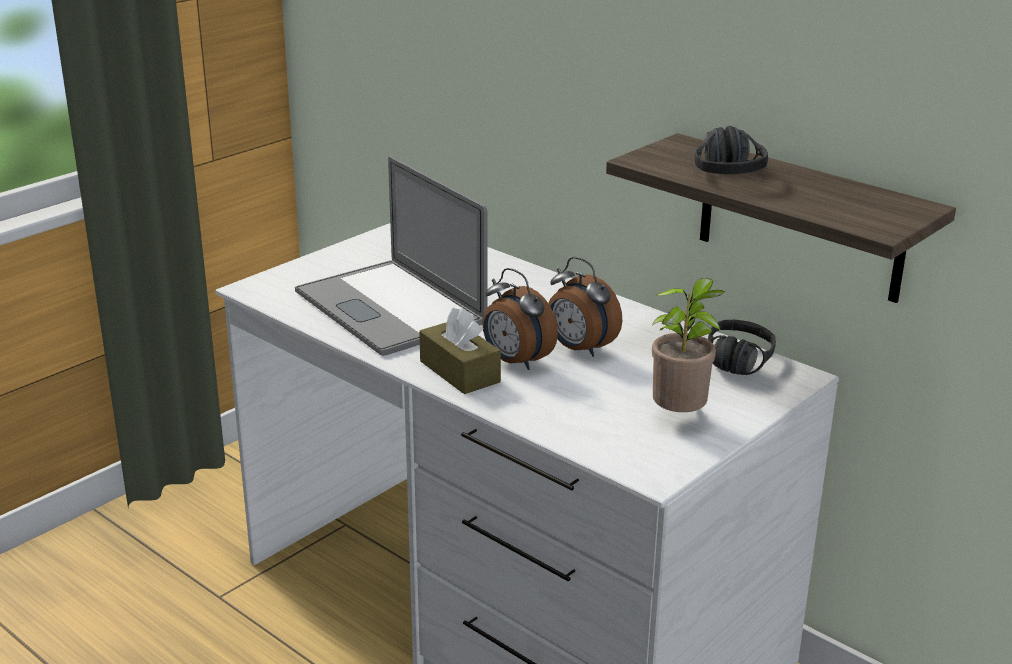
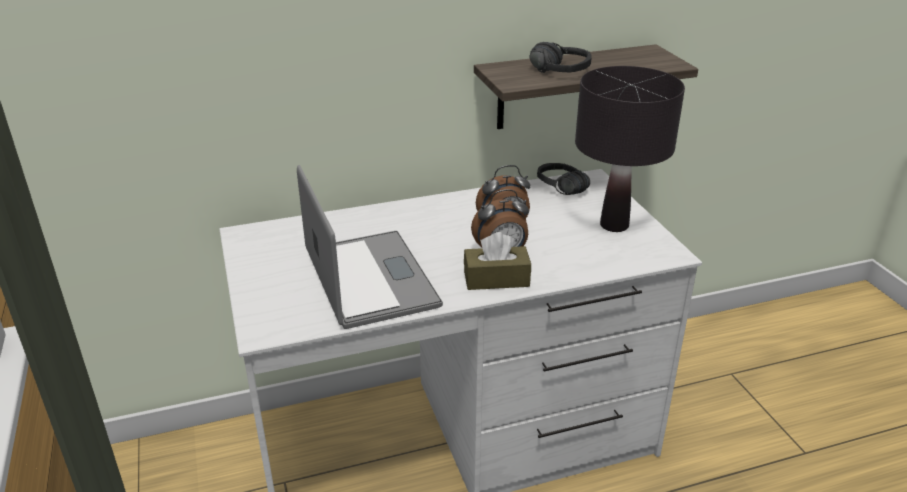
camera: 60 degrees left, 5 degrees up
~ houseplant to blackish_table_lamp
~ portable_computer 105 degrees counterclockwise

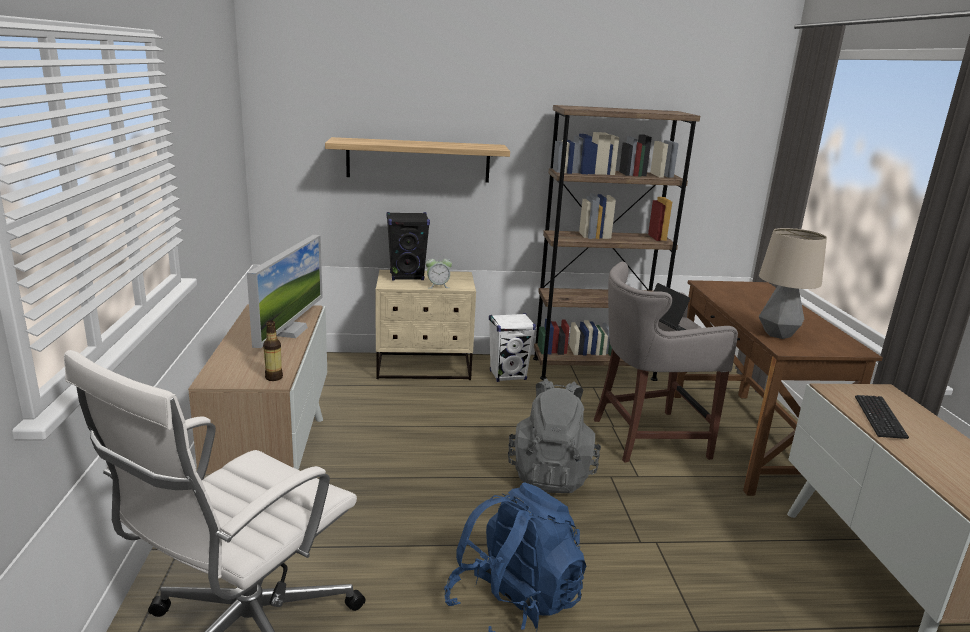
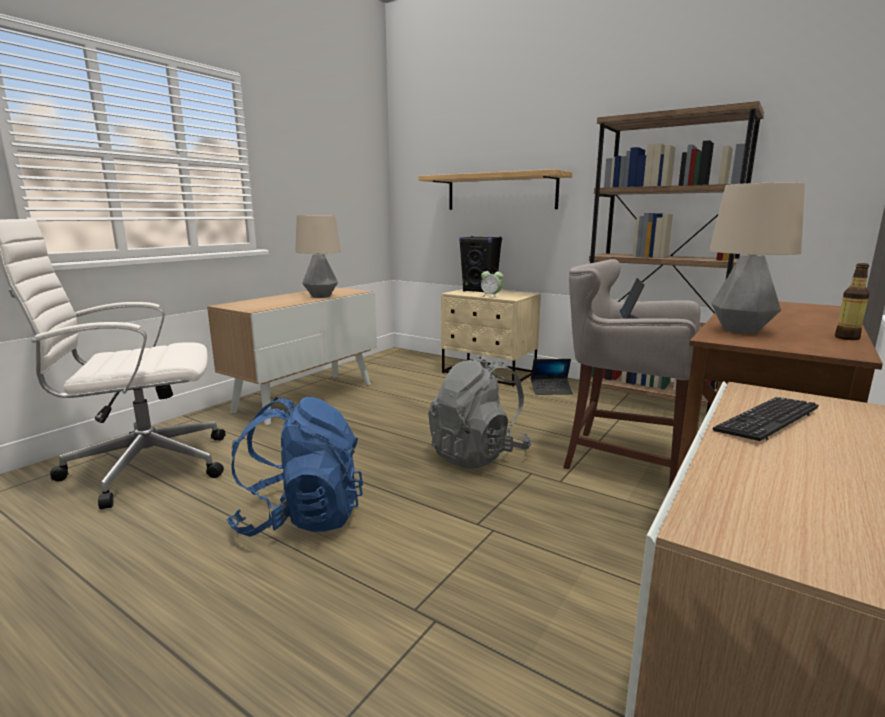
camera: 40 degrees right, 5 degrees down
~ beverage_bottle
~ computer_display to table_lamp (1st from left)
~ whitish_audio_speaker to portable_computer (1st from left)

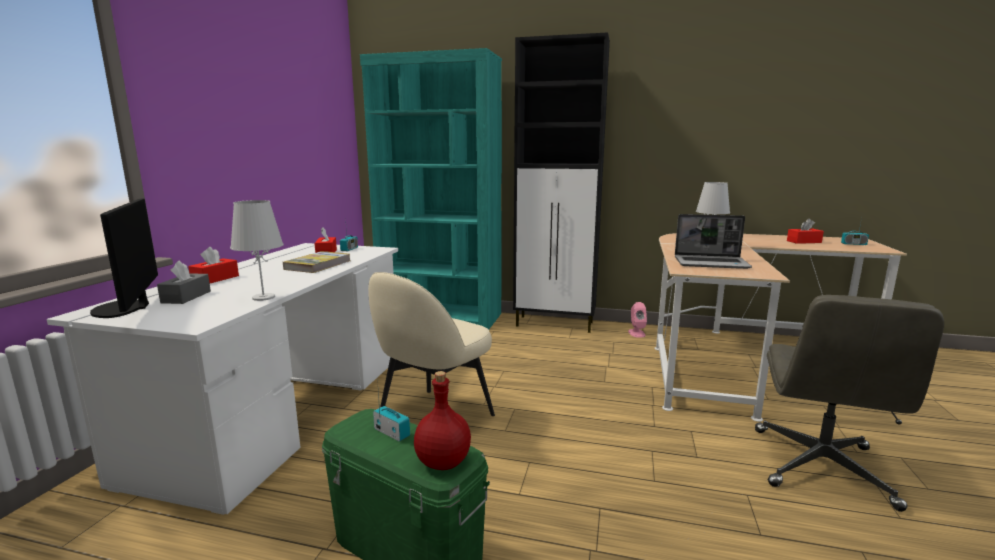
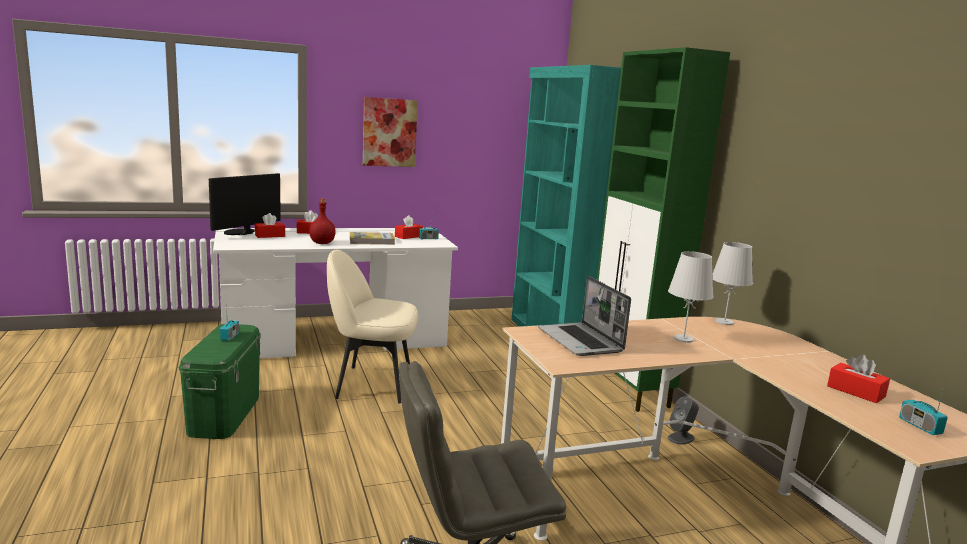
camera: 55 degrees right, 0 degrees up
+ wall_art
~ whitish_table_lamp (1st from left in the first image) to whitish_table_lamp (2nd from left)
~ reddish_beverage_bottle
~ grey_box_of_tissues to reddish_box_of_tissues (1st from left)
~ blackish_cabinet to green-coloured_cabinet
~ pink-coloured_audio_speaker to grey_audio_speaker

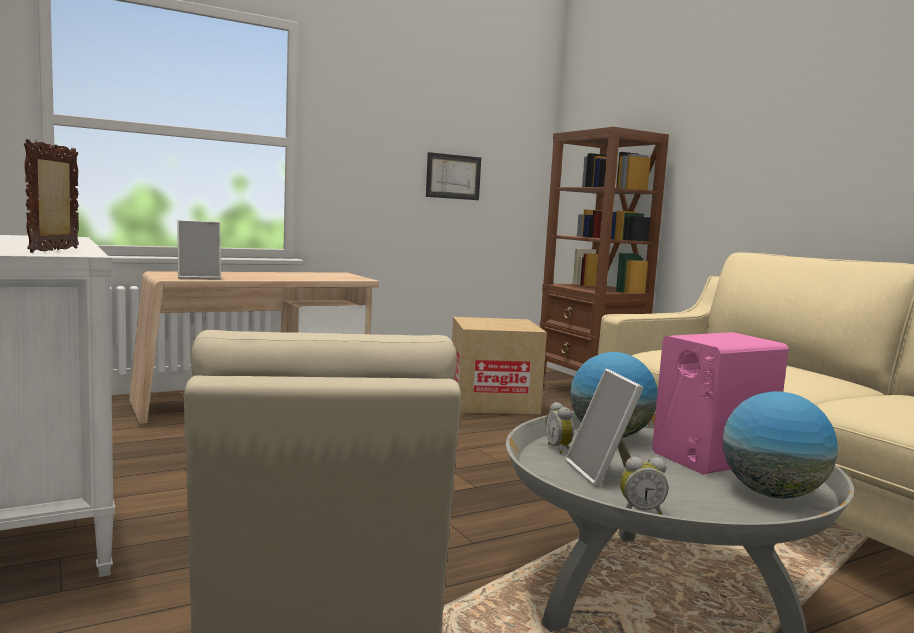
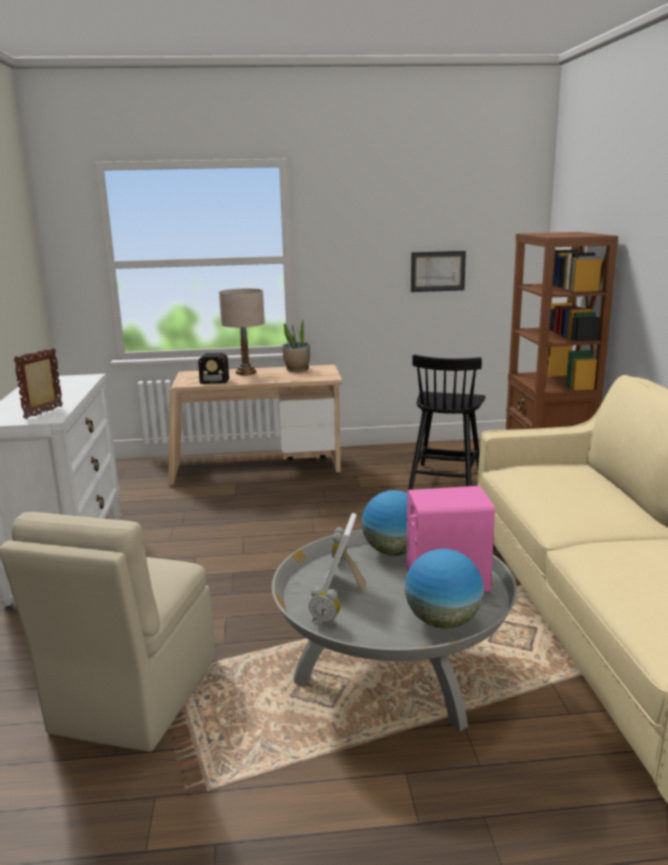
camera: 25 degrees right, 10 degrees up
+ beige_table_lamp
+ houseplant
~ photo_frame (2nd from left) to radio_receiver
~ carton to blackish_plain_chair

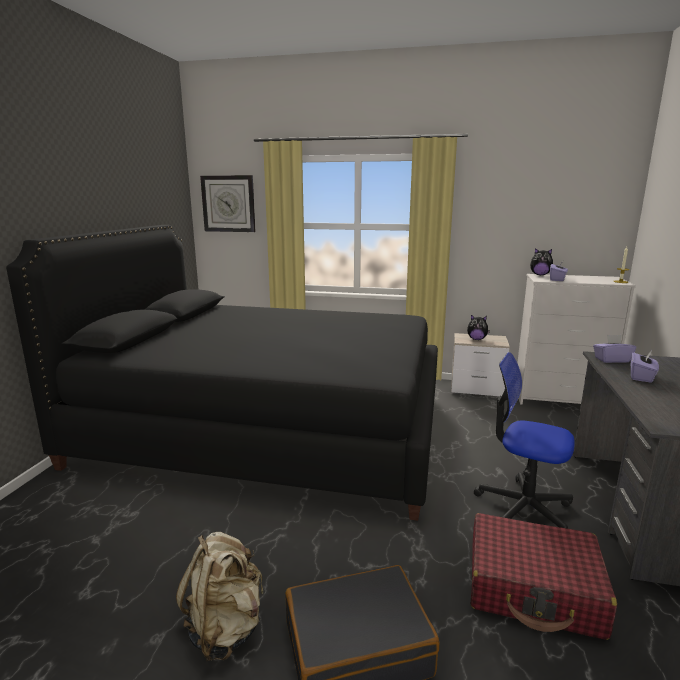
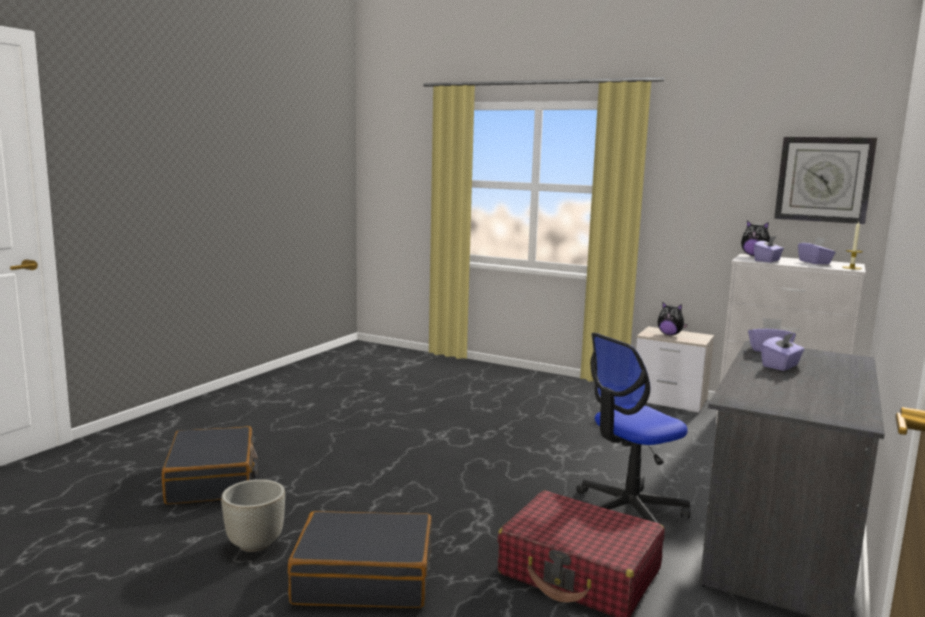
camera: 15 degrees right, 5 degrees down
- blackish_bed
+ blackish_piece_of_luggage (1st from left)
+ purple_box_of_tissues (4th from left)
~ hanging_clock
~ beige_backpack to grey_flower_pot
~ office_chair 75 degrees counterclockwise

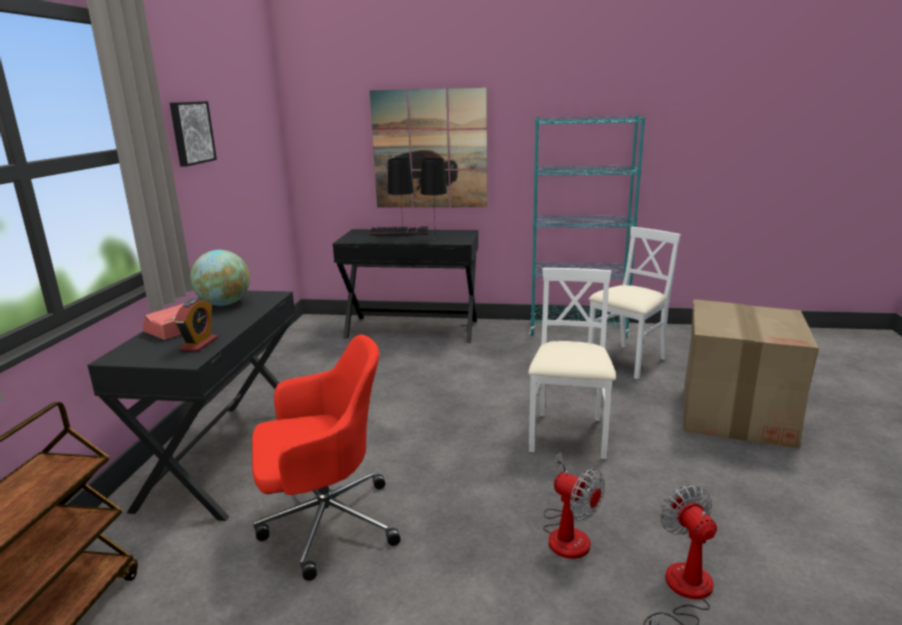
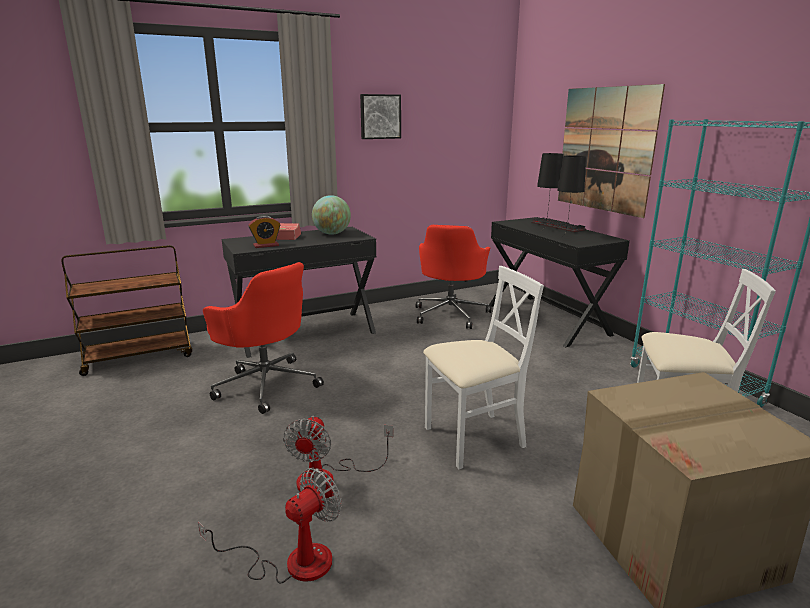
camera: 55 degrees right, 0 degrees up
+ reddish_office_chair (2nd from left)

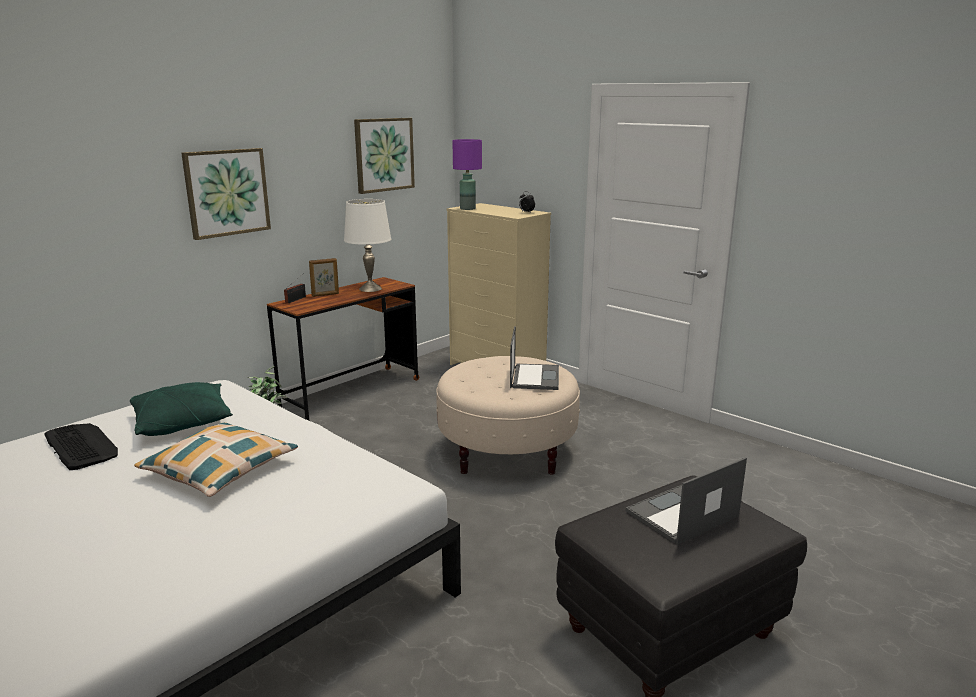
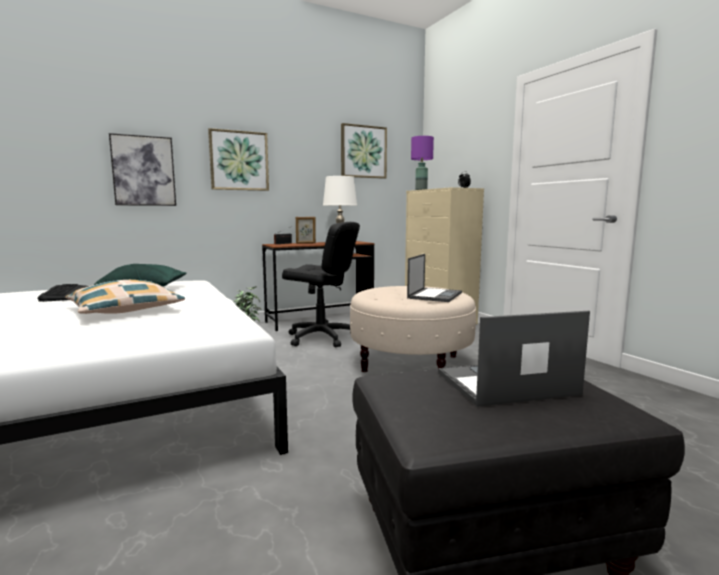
camera: 20 degrees right, 10 degrees down
+ wall_art (1st from left)
+ blackish_office_chair

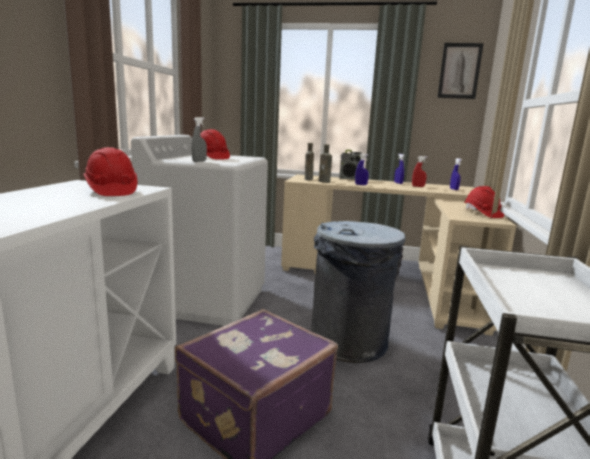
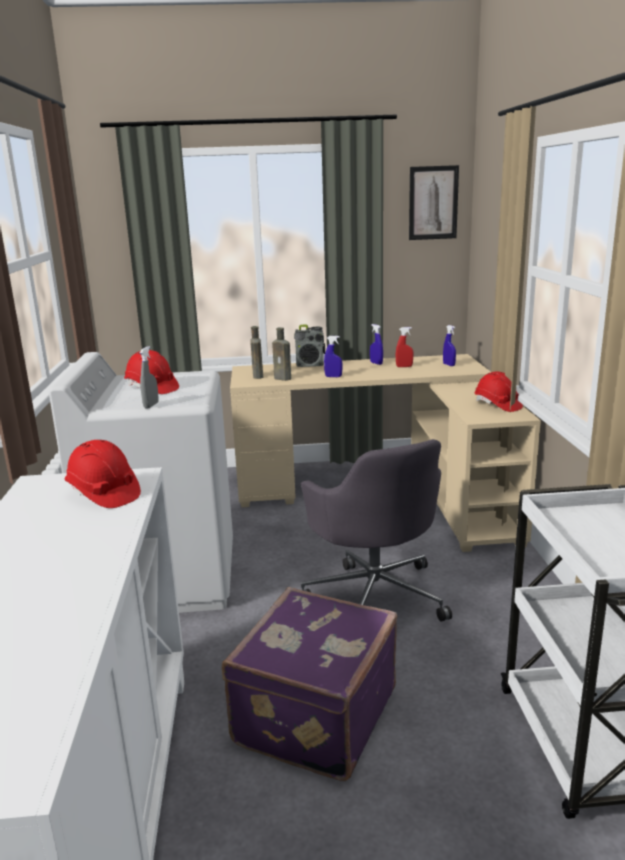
camera: 15 degrees left, 5 degrees up
~ grey_rubbish_bin to grey_office_chair

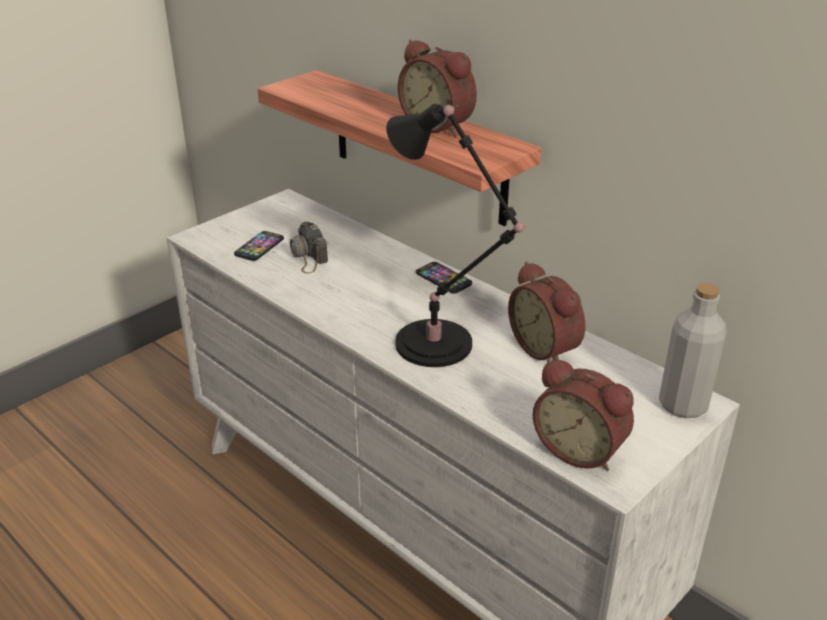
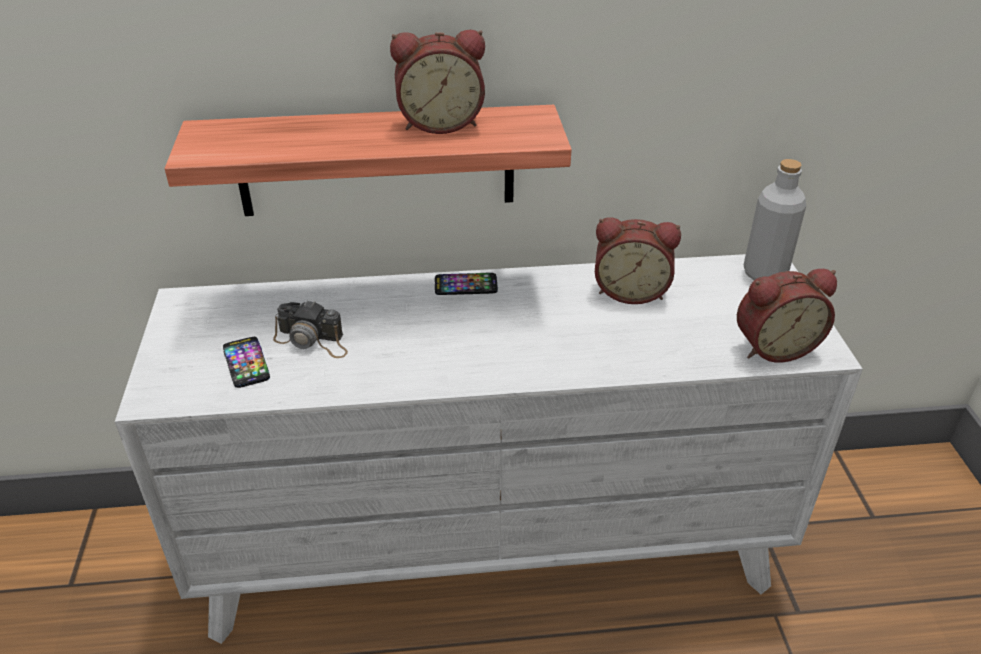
camera: 50 degrees left, 5 degrees up
- blackish_table_lamp

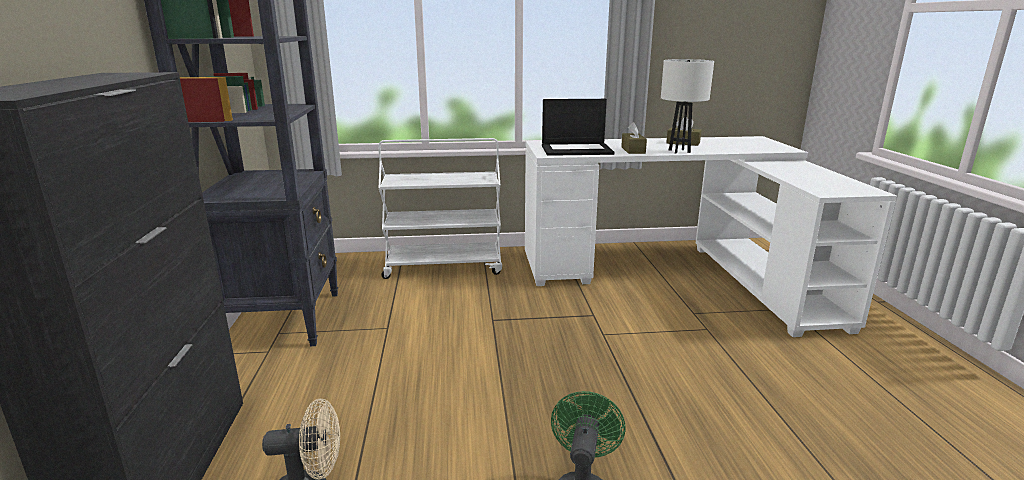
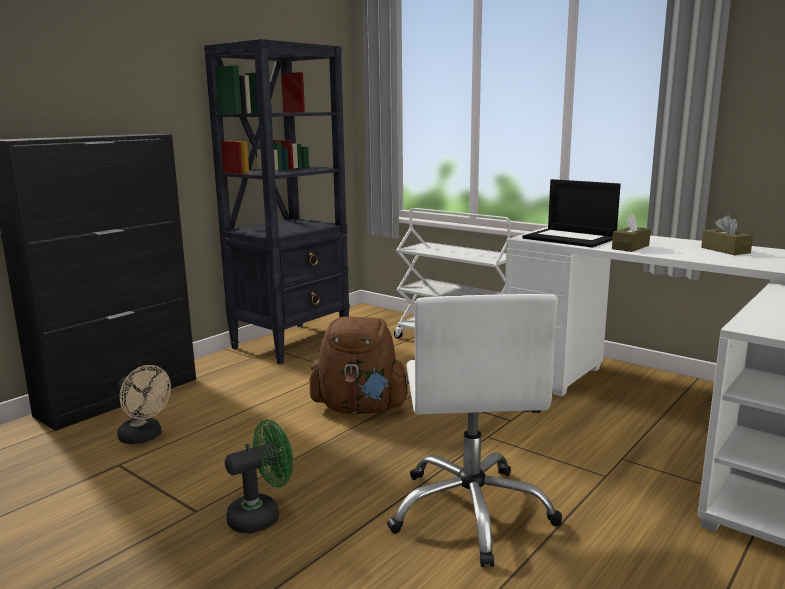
camera: 45 degrees right, 5 degrees down
- whitish_table_lamp
+ brownish_backpack
+ whitish_office_chair

